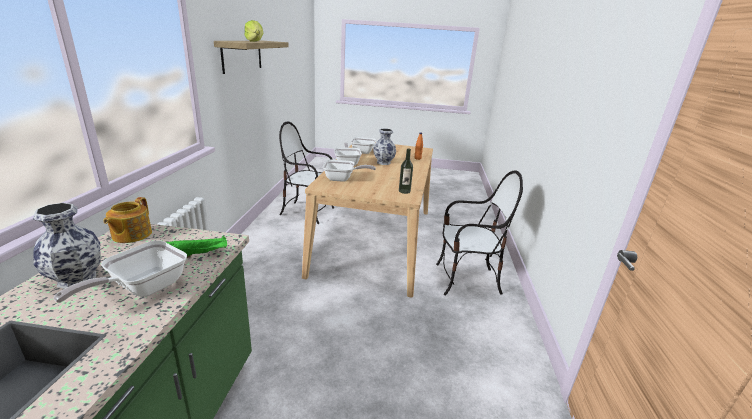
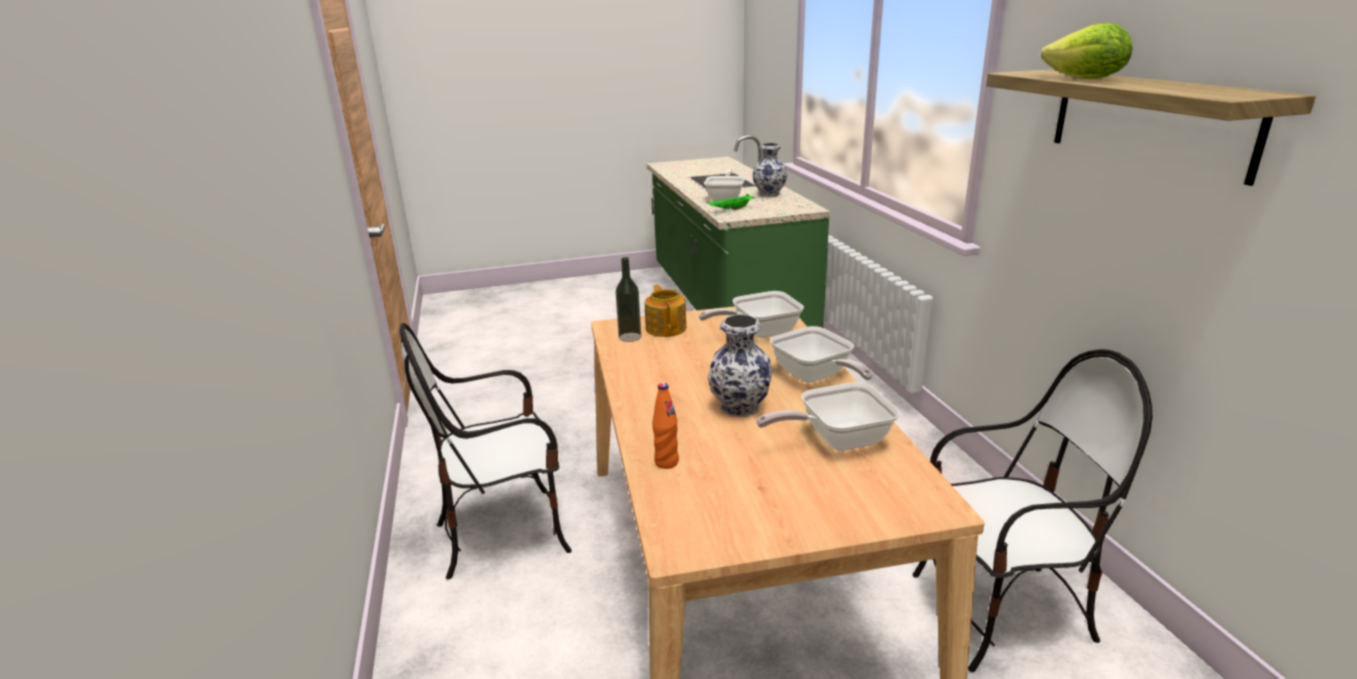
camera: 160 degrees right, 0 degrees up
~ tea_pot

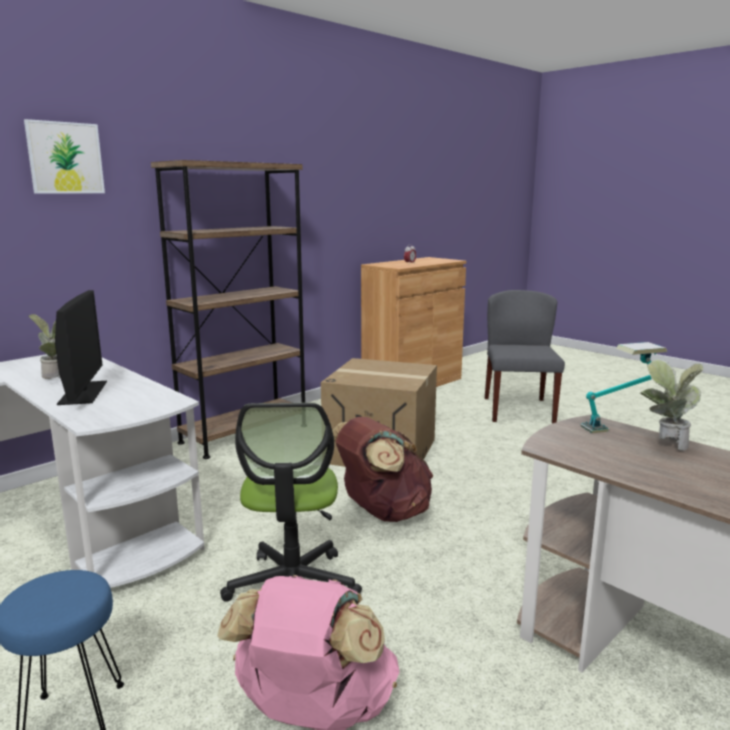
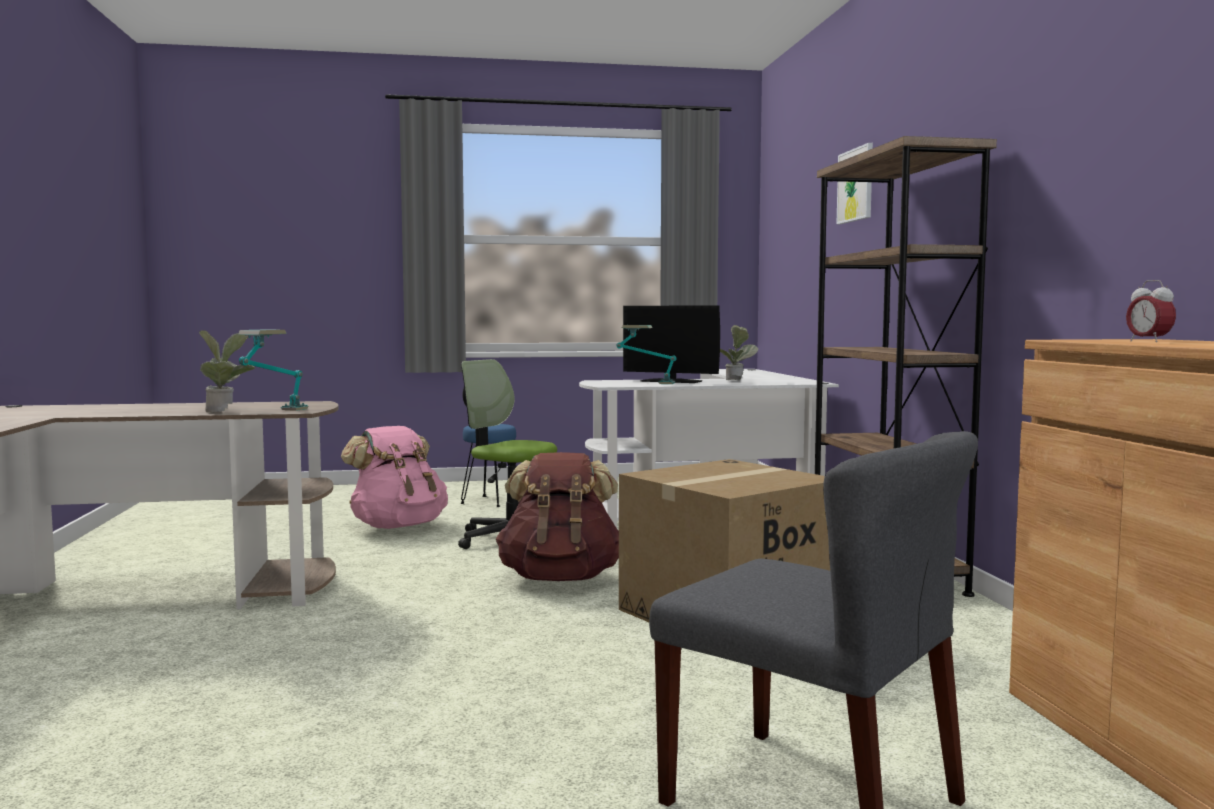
camera: 125 degrees right, 10 degrees down
+ table_lamp (2nd from left)

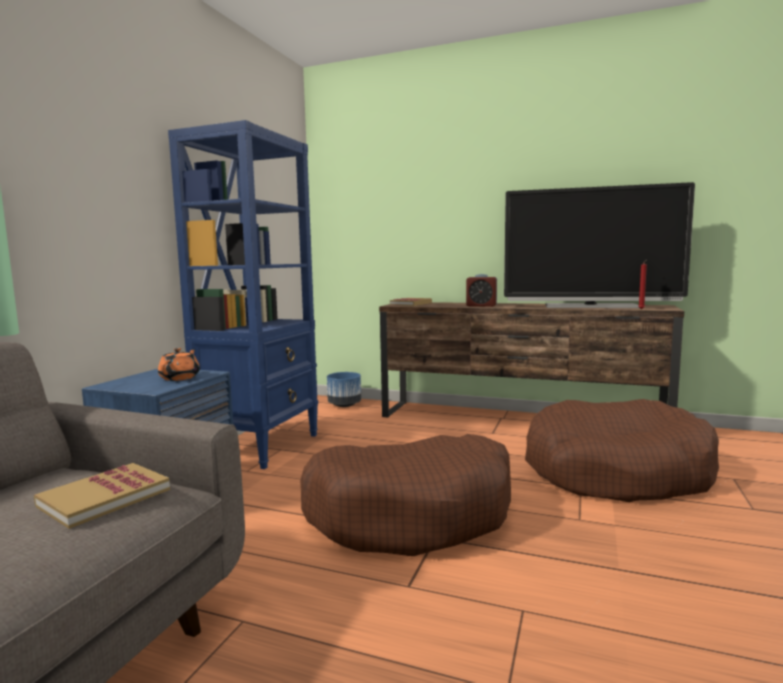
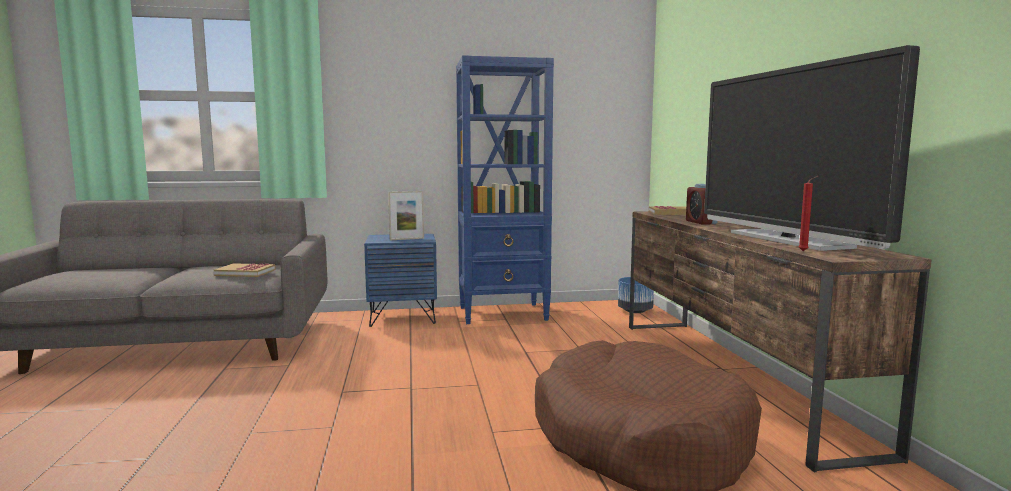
camera: 60 degrees right, 0 degrees up
- brownish_pet_bed (1st from left)
~ orange_tea_pot to photo_frame

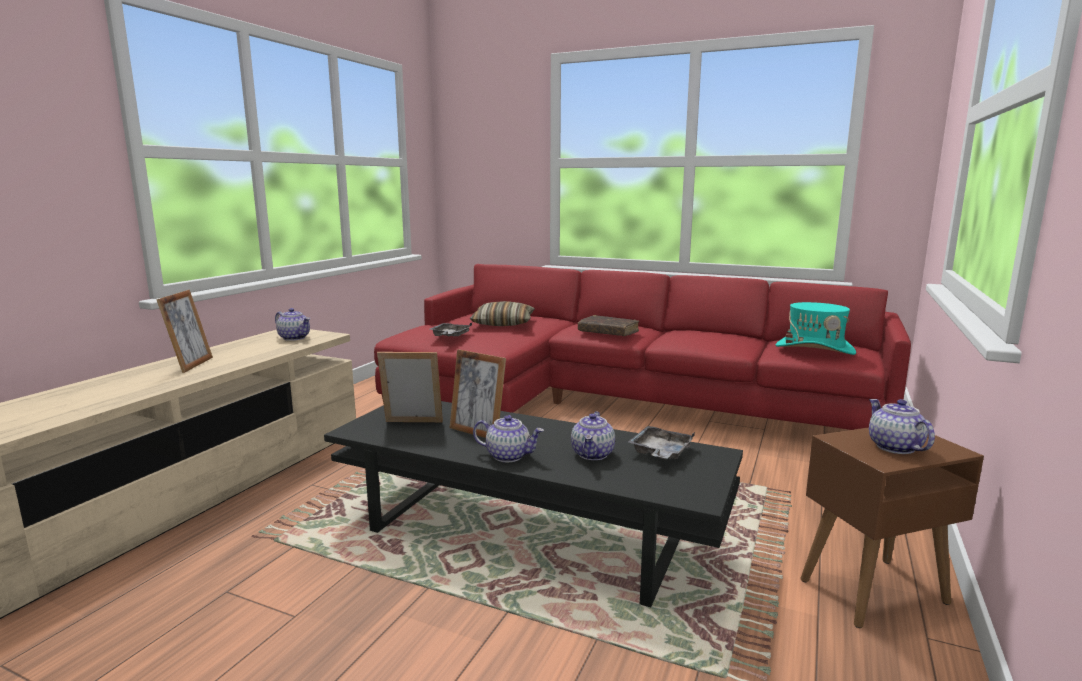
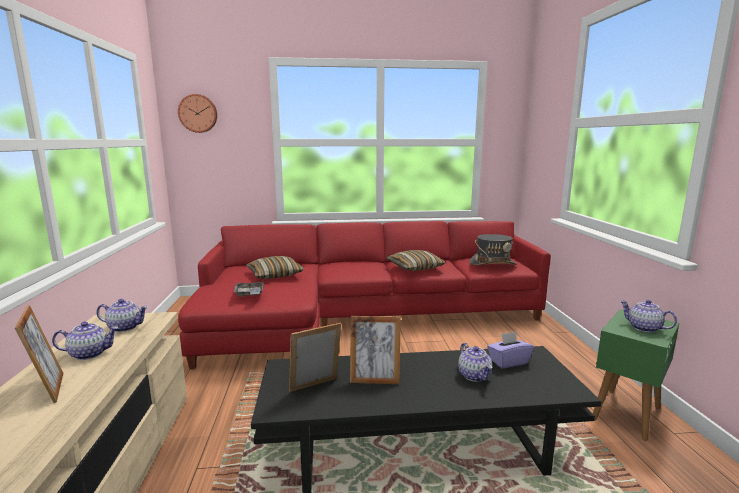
camera: 30 degrees left, 0 degrees up
- brownish_bound_book
+ hanging_clock
+ throw_pillow (2nd from left)
~ tea_pot (2nd from left in the first image) to tea_pot (1st from left)
~ grey_tray (2nd from left) to purple_box_of_tissues
~ turquoise-coloured_hat to grey_hat
~ brownish_accent_table to green-coloured_accent_table

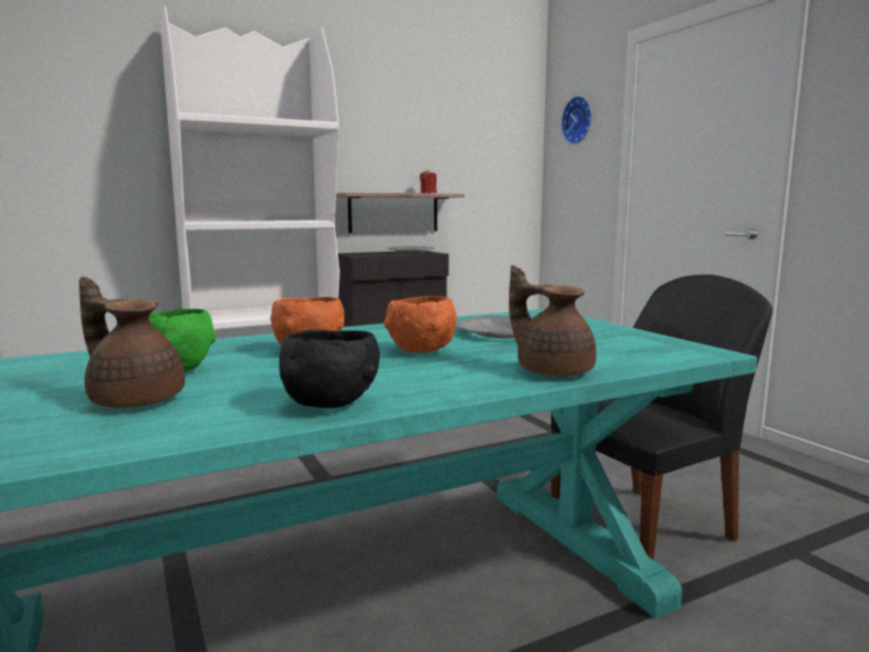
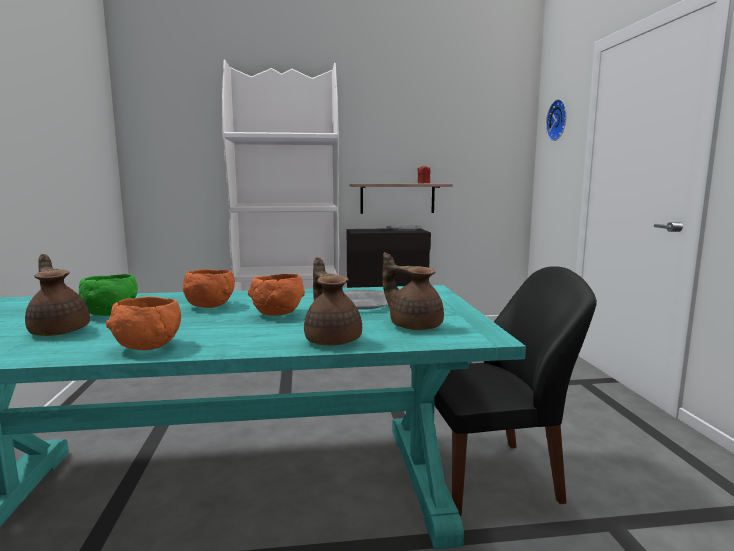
camera: 20 degrees right, 0 degrees up
+ brownish_tea_pot (3rd from left)
~ blackish_deep_dish to orange_deep_dish (1st from left)

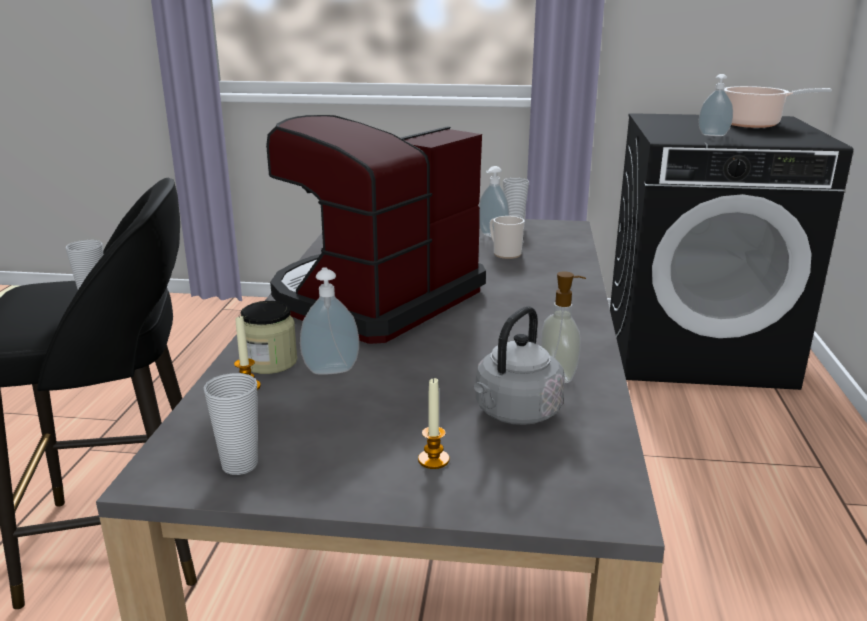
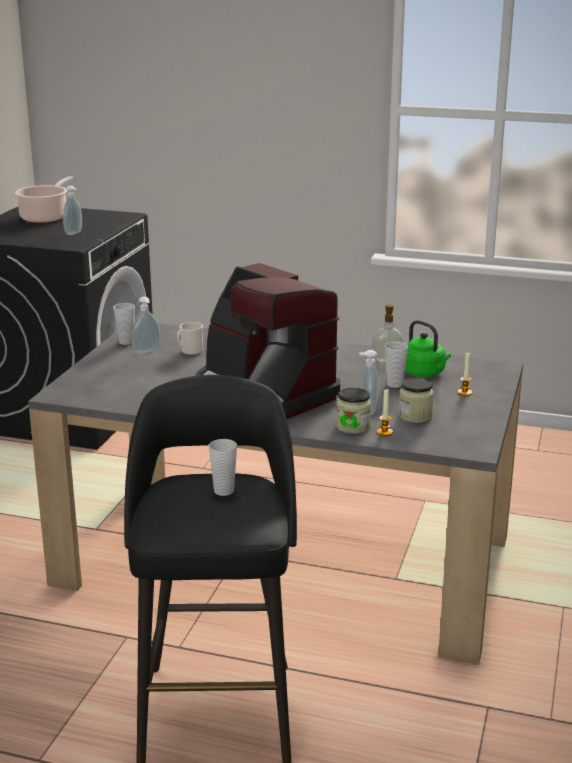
camera: 80 degrees left, 0 degrees up
+ preserve_jar (2nd from left)
~ cup (2nd from left in the first image) to cup (3rd from left)
~ grey_kettle to green-coloured_kettle

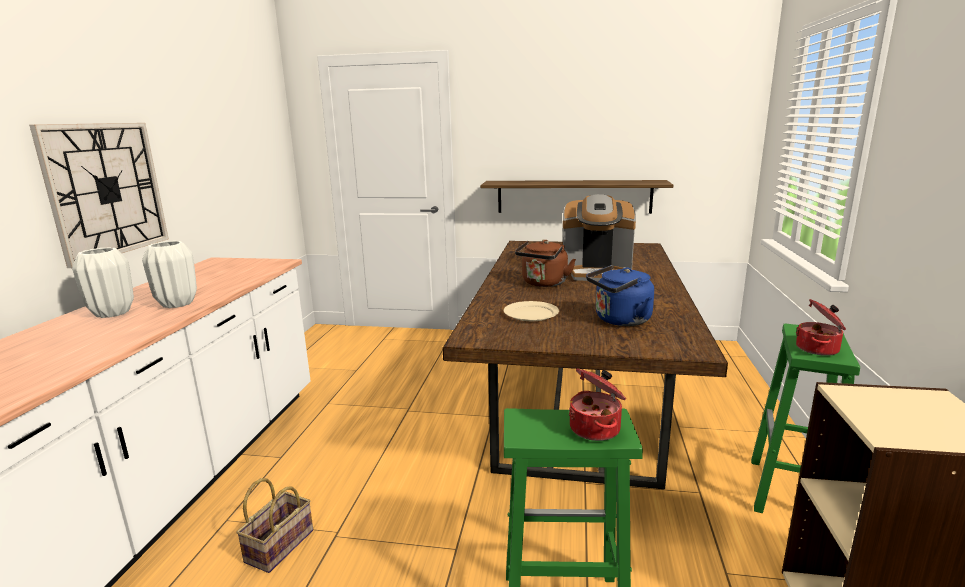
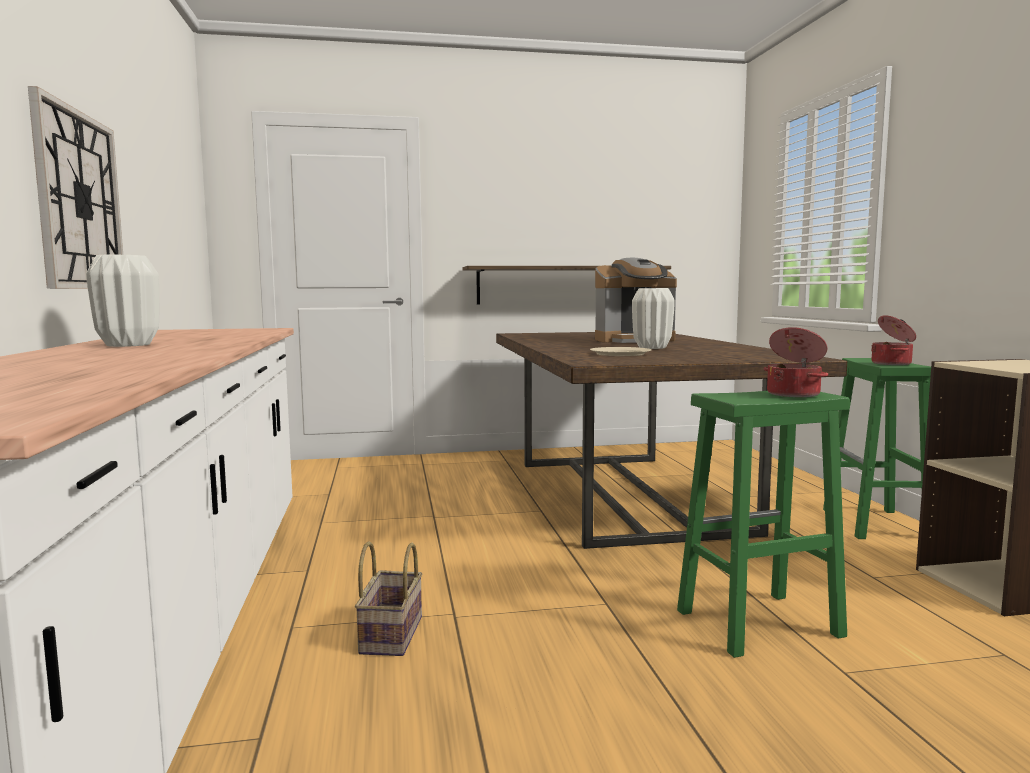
camera: 20 degrees left, 10 degrees down
- brownish_kettle
- blue-coloured_kettle
~ whitish_vase (2nd from left)

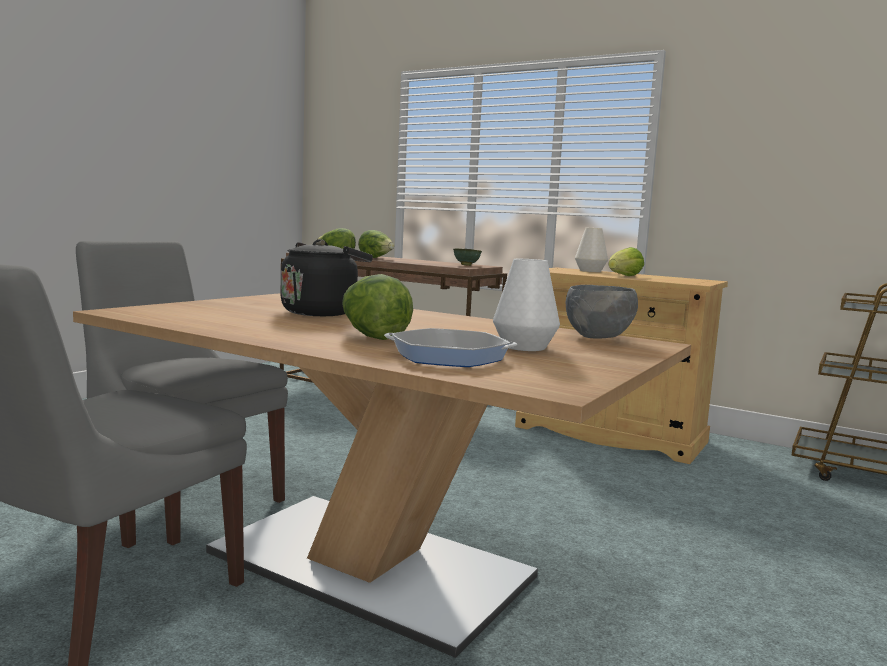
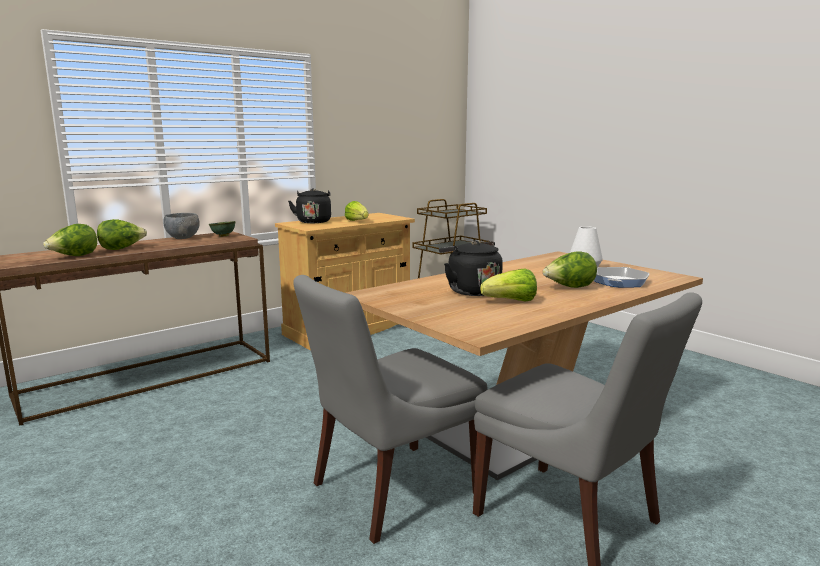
camera: 70 degrees left, 5 degrees up
+ lettuce (4th from left)
~ grey_deep_dish
~ whitish_vase (2nd from left) to blackish_kettle (1st from left)

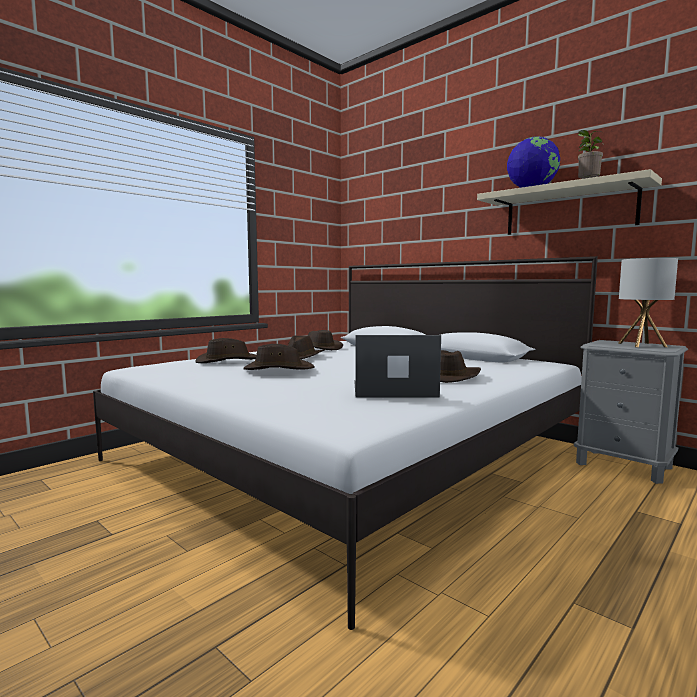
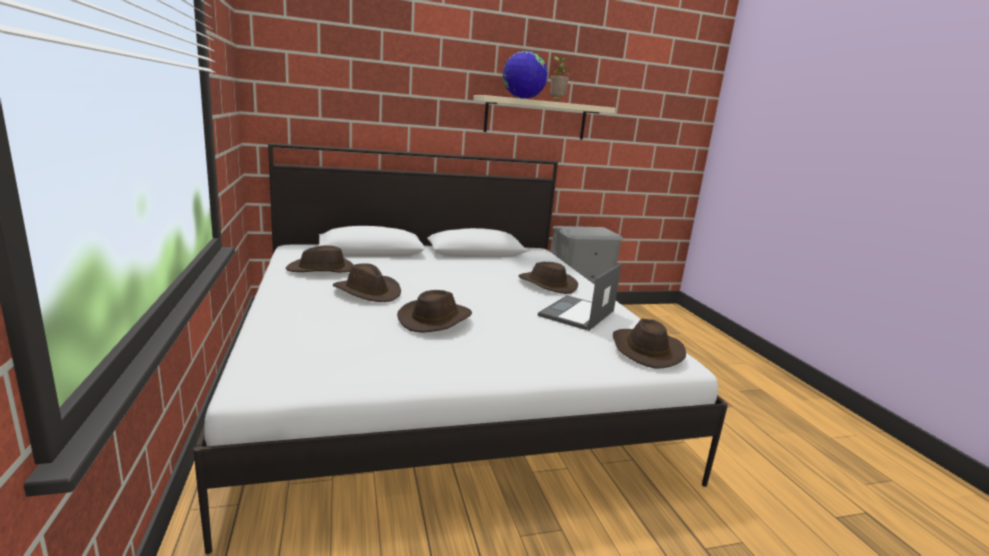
camera: 60 degrees left, 10 degrees up
- table_lamp
~ brownish_hat (1st from left in the first image) to brownish_hat (5th from left)

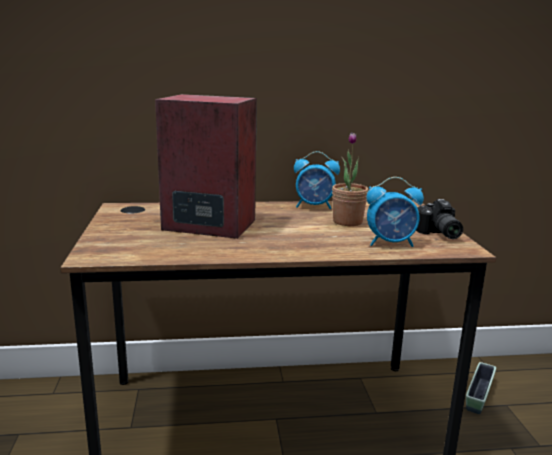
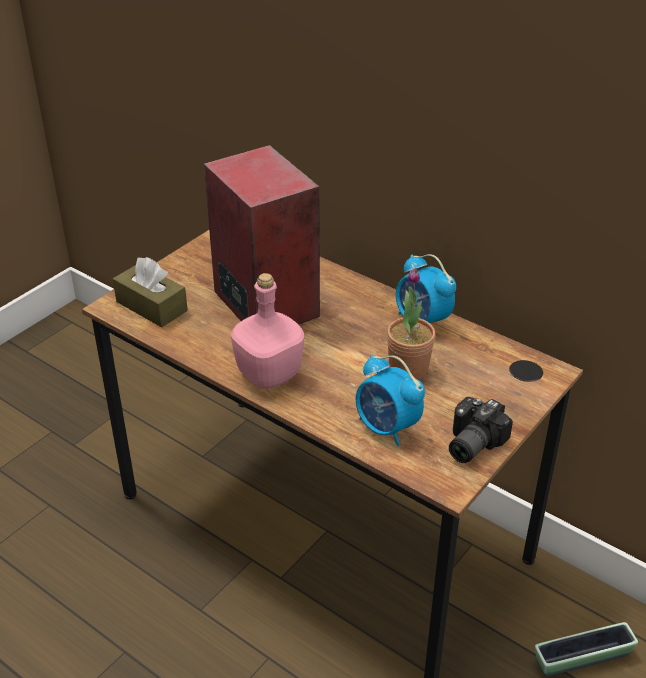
camera: 45 degrees right, 20 degrees up
+ brownish_box_of_tissues
+ pink-coloured_beverage_bottle

